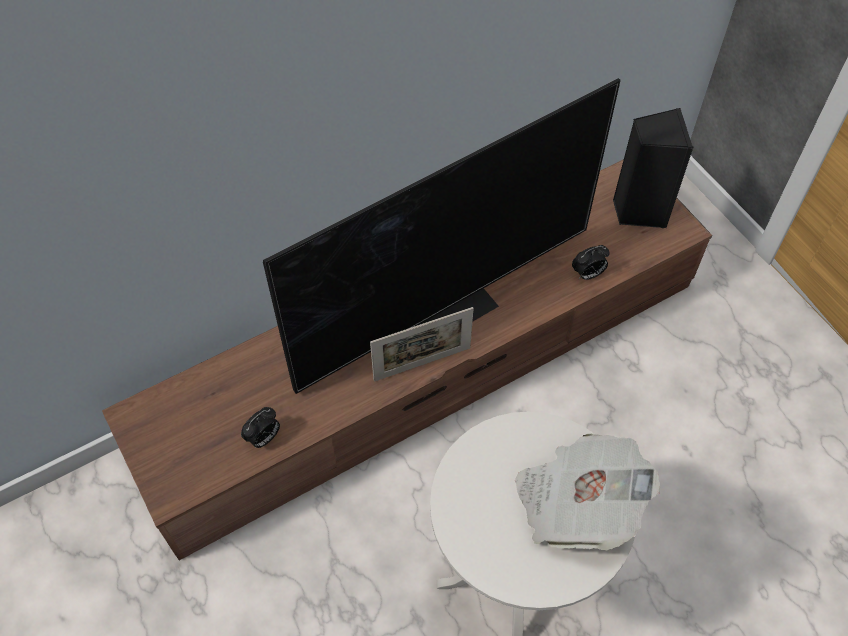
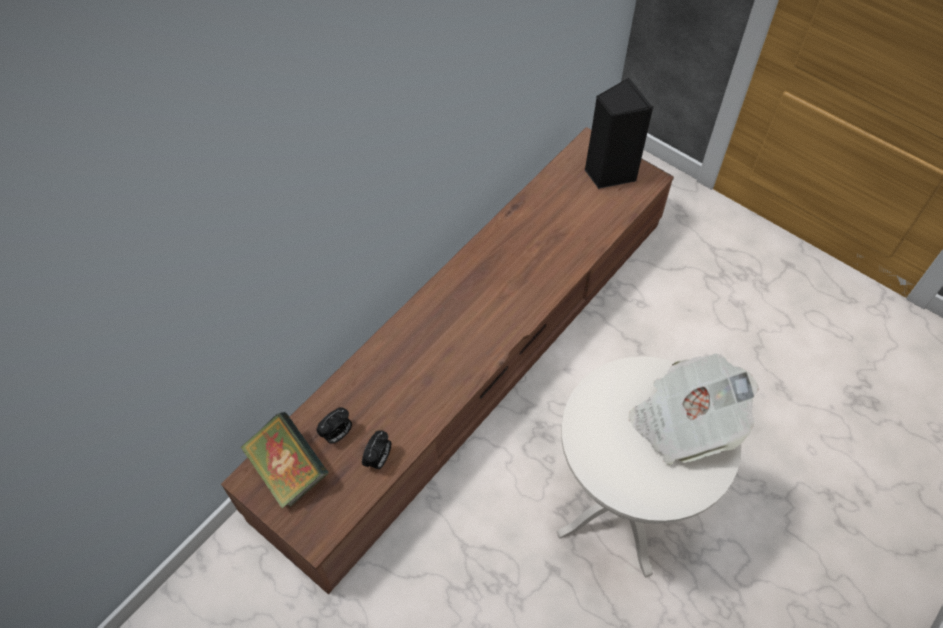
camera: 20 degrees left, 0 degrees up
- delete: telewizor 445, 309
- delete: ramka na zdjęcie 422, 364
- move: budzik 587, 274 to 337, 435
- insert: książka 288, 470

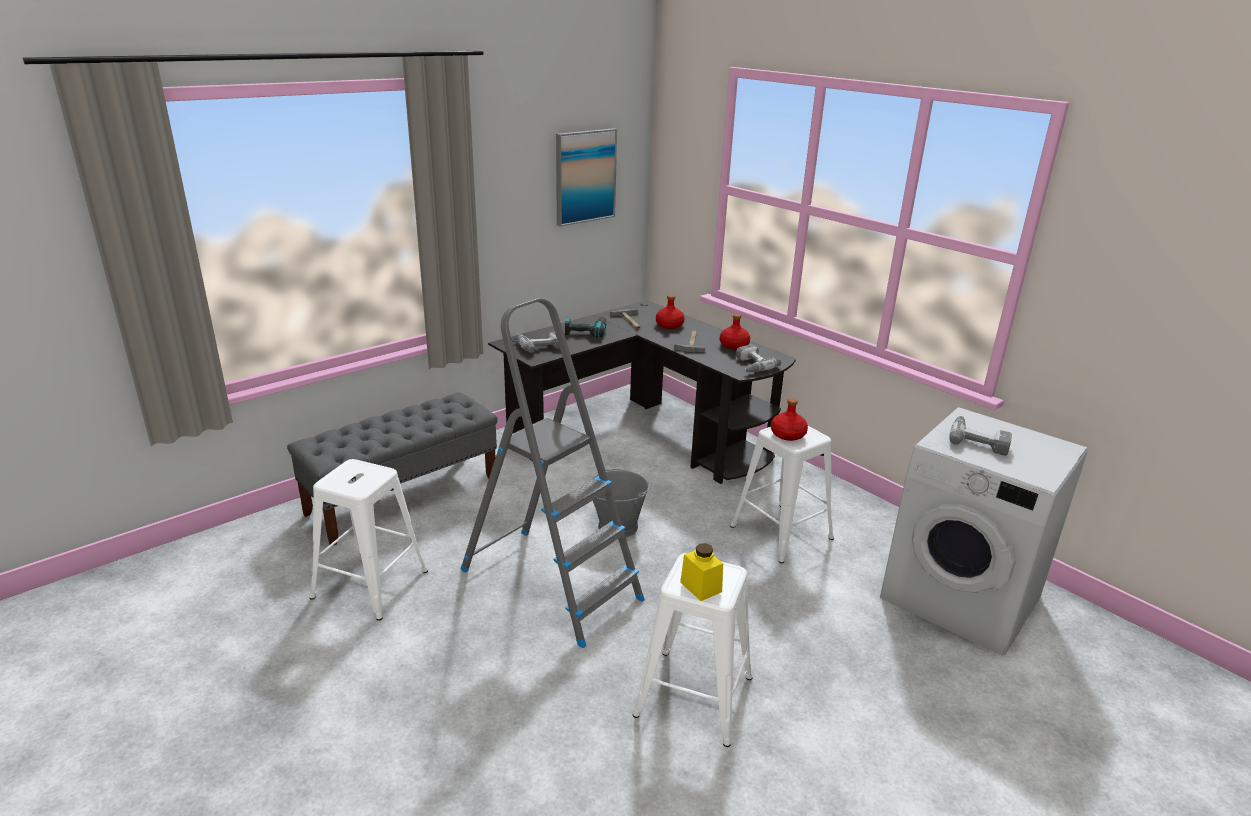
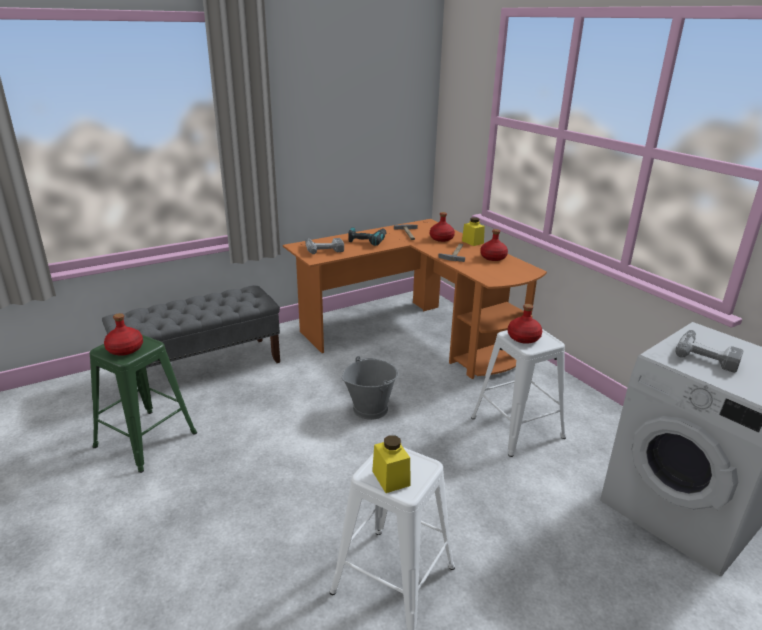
camera: 10 degrees right, 0 degrees up
- recolor: stołek/biały 370, 583 to stołek/zielony 146, 438
- delete: drabinka/szary 551, 585
- recolor: biurko/czarny 642, 437 to biurko/pomarańczowy 414, 334
- delete: obraz 585, 176
- delete: wiertarka 751, 365
- insert: butelka/czerwony 125, 349
- insert: słoik/żółty 472, 242

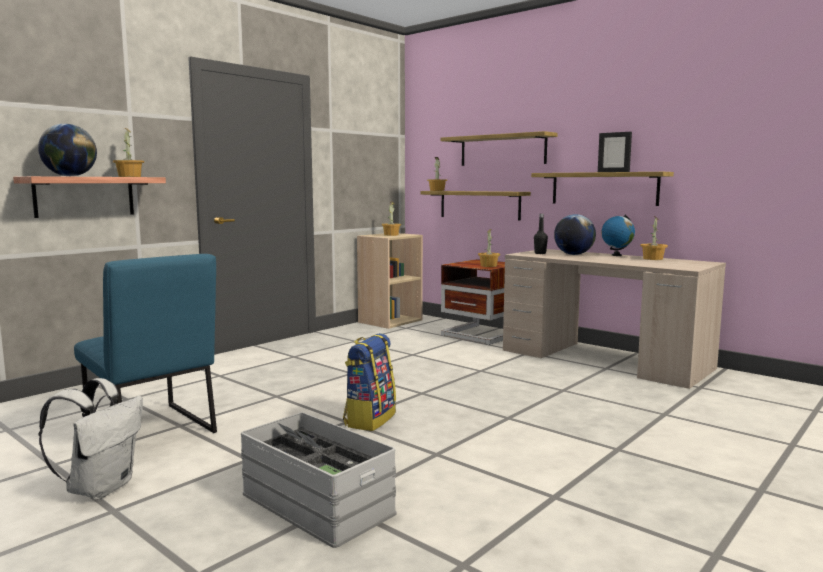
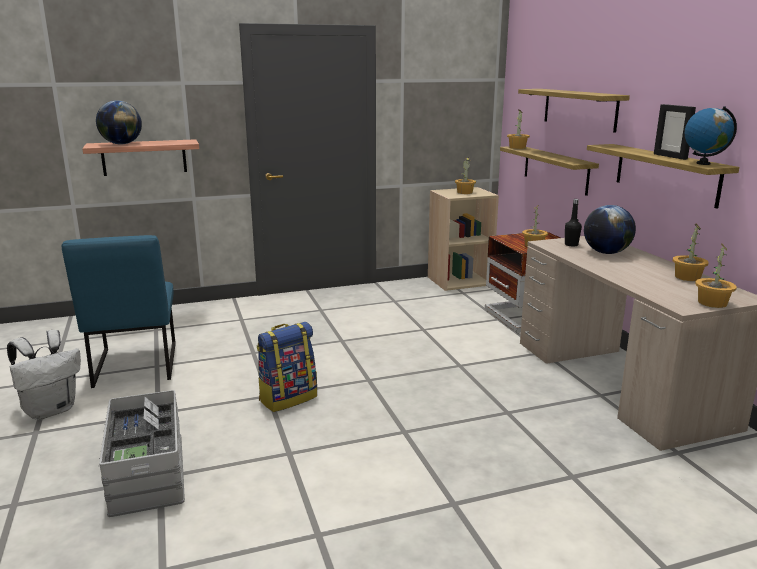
camera: 30 degrees right, 10 degrees up
- move: roślina doniczkowa 129, 176 to 711, 303
- move: globus 616, 255 to 703, 163

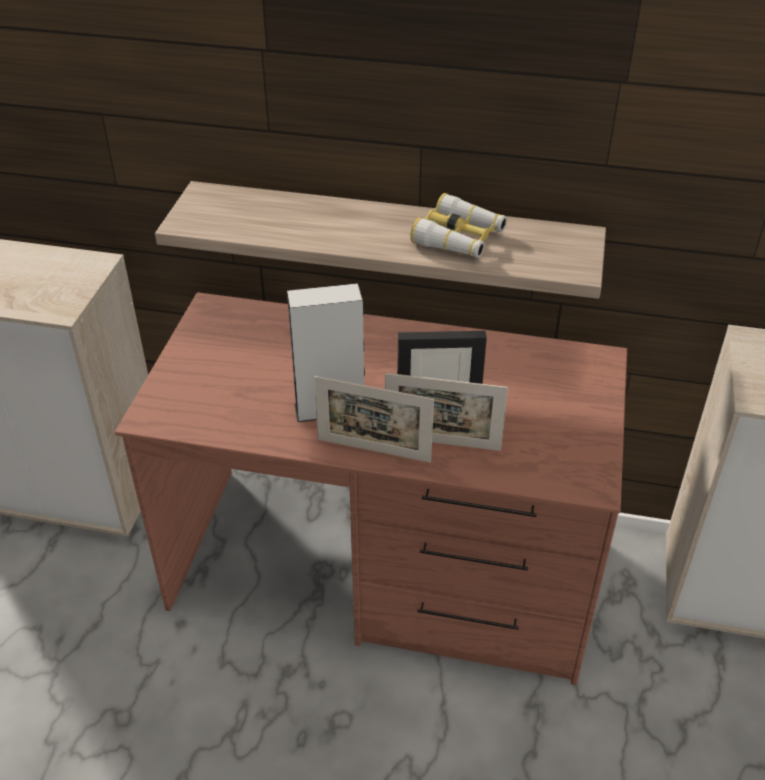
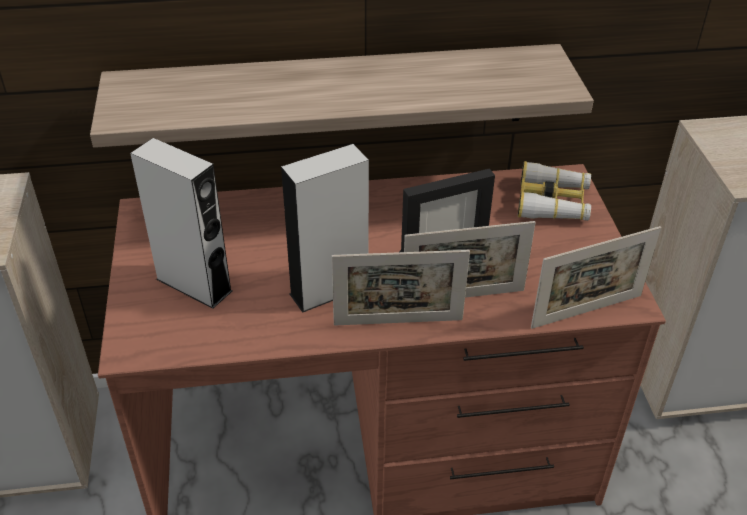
camera: 20 degrees left, 0 degrees up
- move: lornetka 459, 238 to 553, 202
- insert: głośnik/szary 194, 285
- insert: ramka na zdjęcie 586, 311

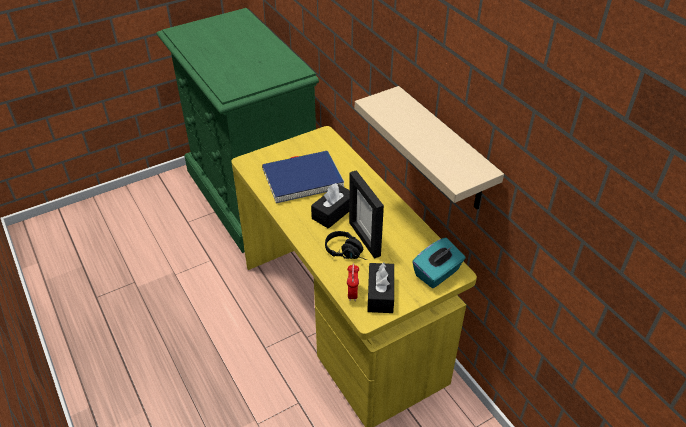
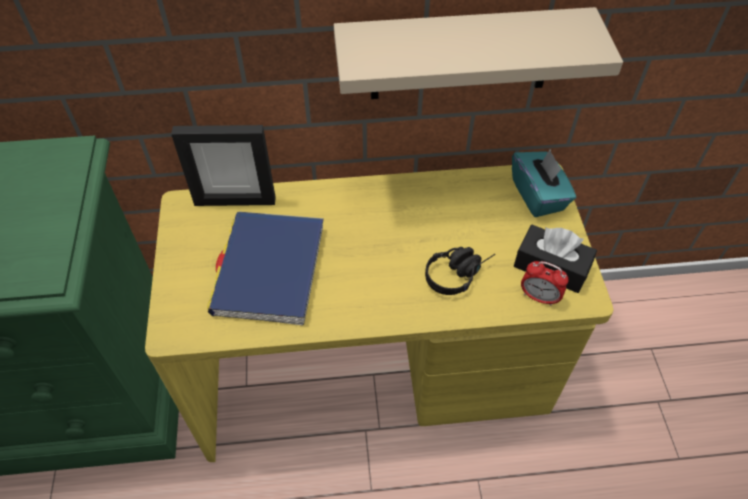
camera: 65 degrees left, 10 degrees up
- delete: pudełko chusteczek/czarny 333, 212
- move: ramka na zdjęcie 365, 238 to 235, 200

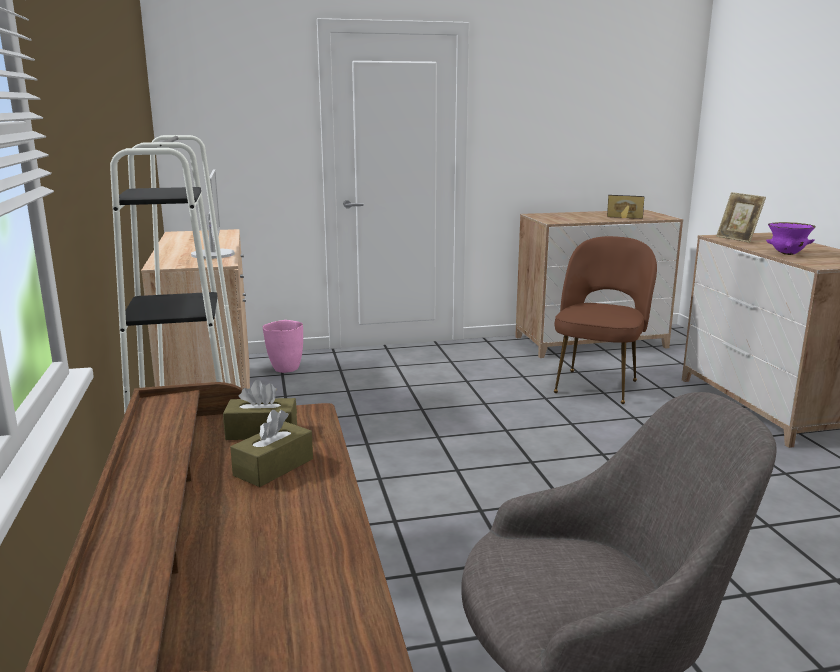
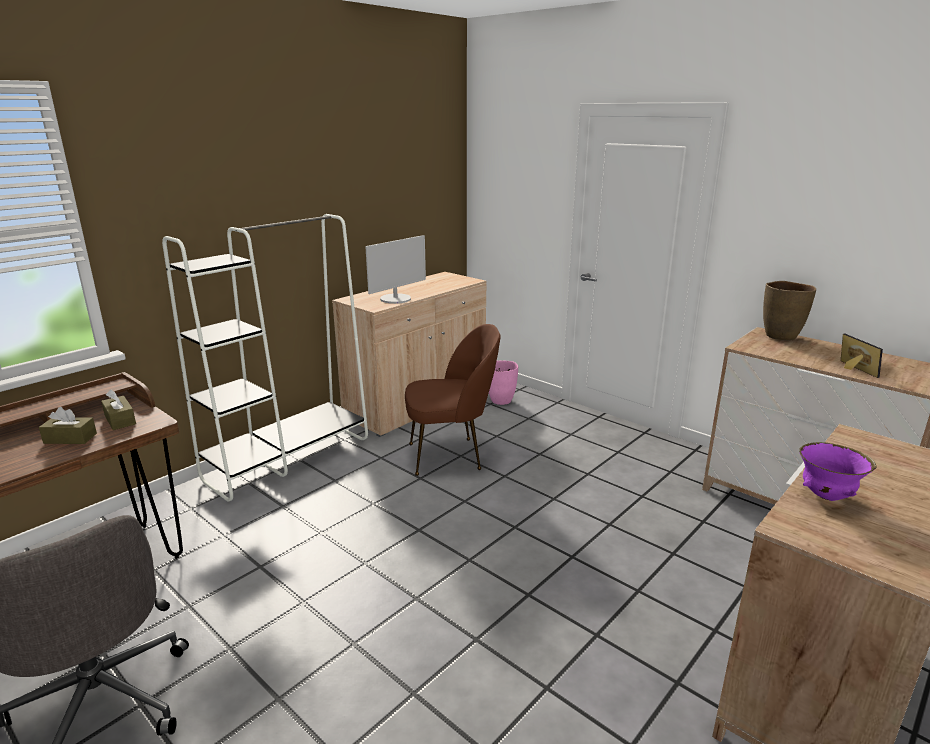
camera: 55 degrees right, 5 degrees up
- move: krzesło/brązowy 598, 384 to 451, 456
- delete: ramka na zdjęcie 737, 239
- insert: wazon/brązowy 780, 336

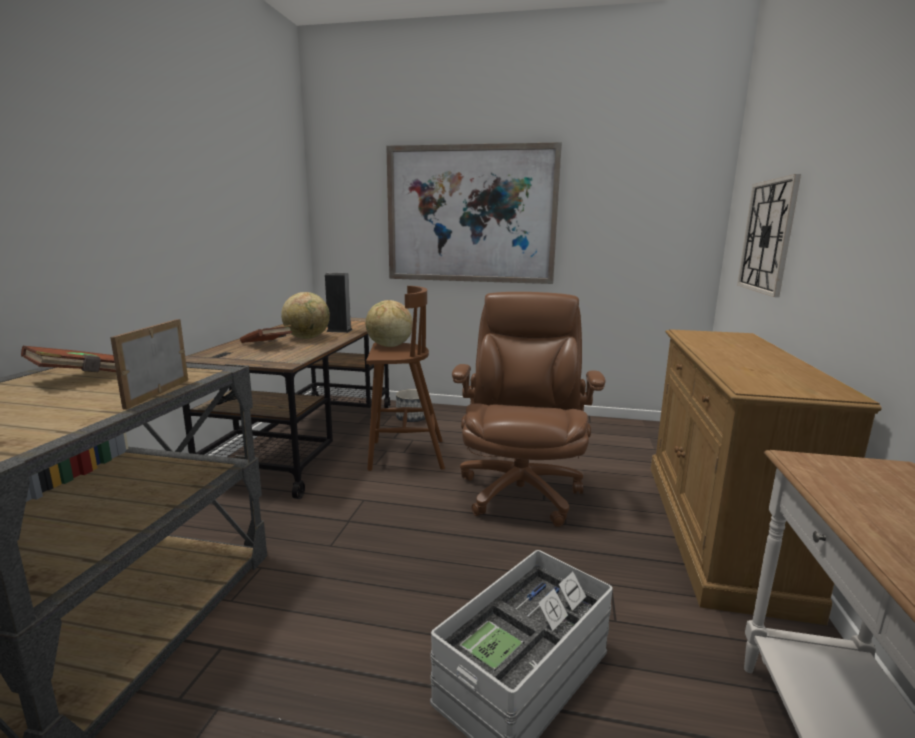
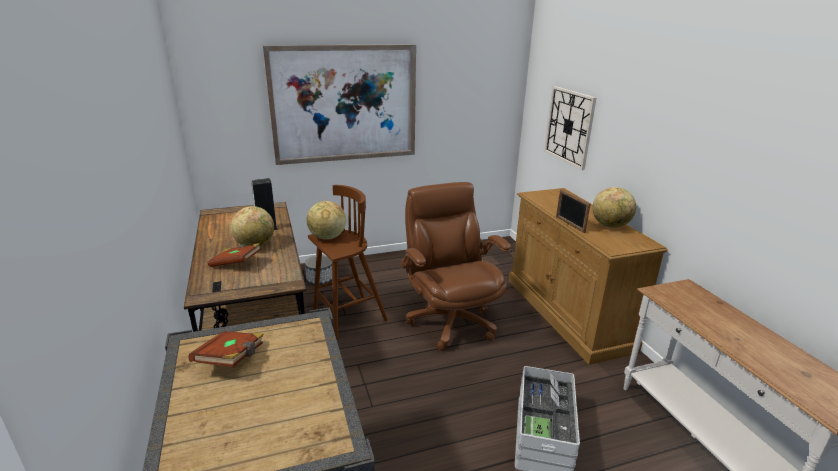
camera: 30 degrees left, 10 degrees up
- move: ramka na zdjęcie 157, 393 to 569, 224
- insert: globus 610, 226

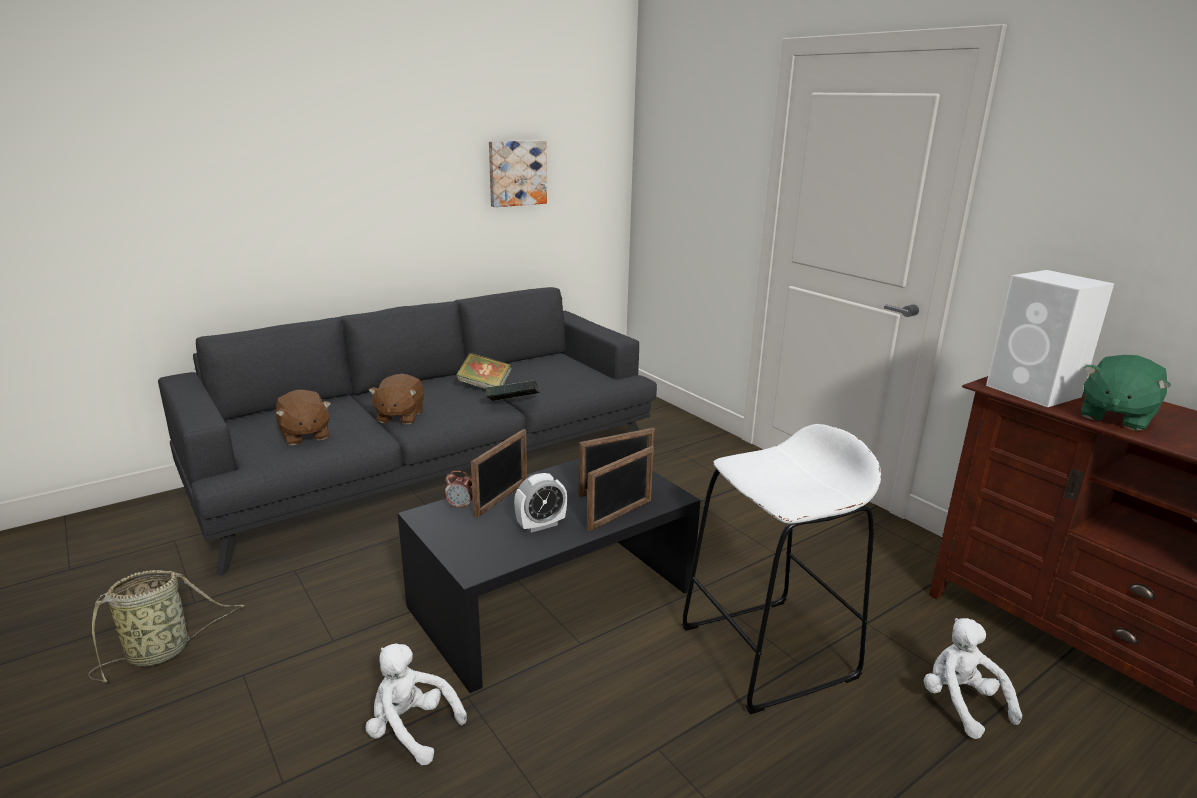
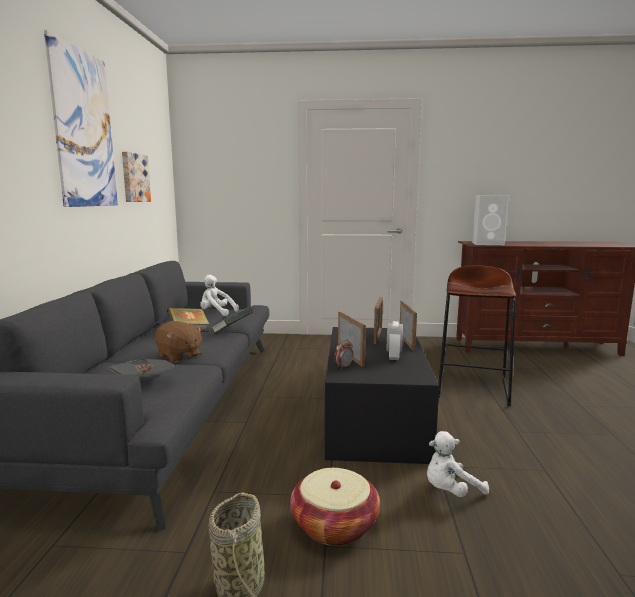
camera: 50 degrees left, 10 degrees down
- replace: pluszak/brązowy 304, 435 to gazeta 144, 384
- recolor: stołek/biały 768, 652 to stołek/brązowy 472, 388
- move: pluszak/biały 961, 703 to 216, 313
- delete: pluszak/zielony 1114, 417
- insert: obraz 84, 129
- insert: koszyk 334, 525

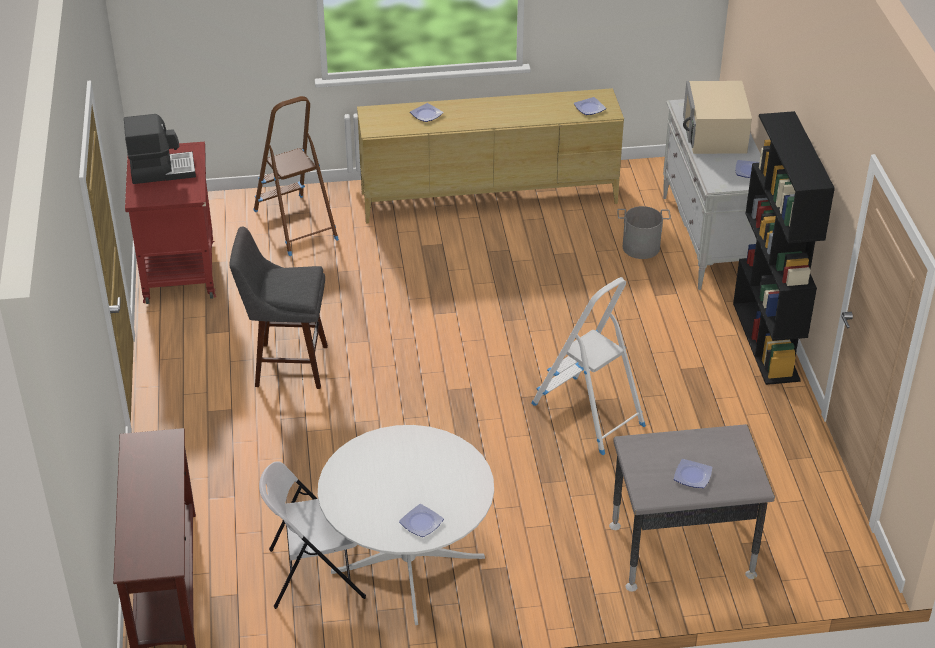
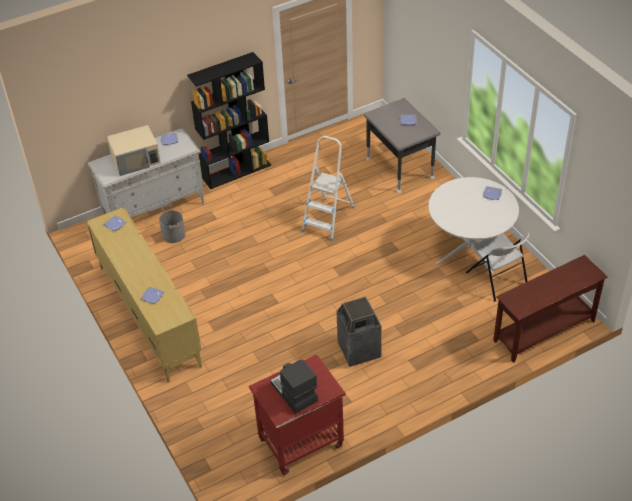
camera: 110 degrees left, 5 degrees up
- replace: stołek/szary 286, 365 to kosz na śmieci 358, 350
- delete: drabinka/brązowy 295, 224

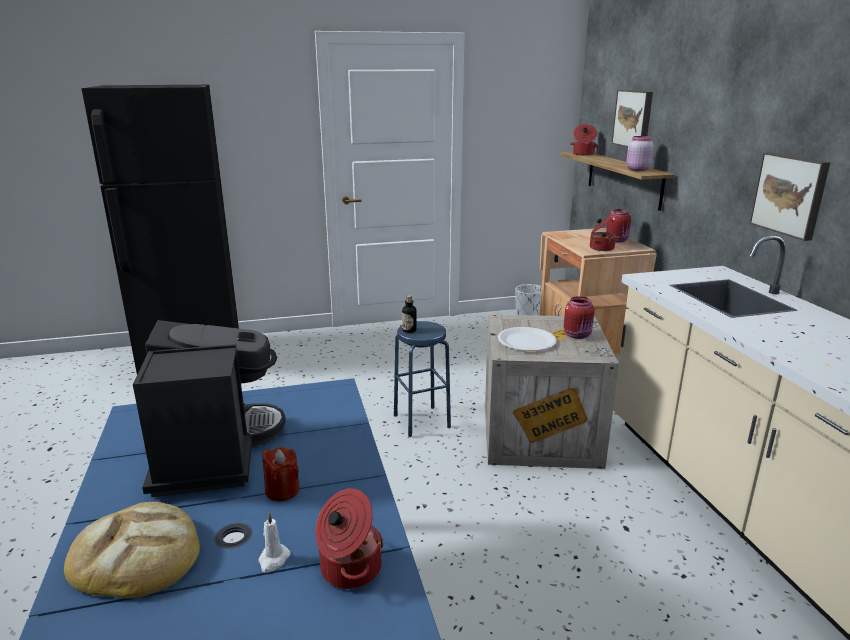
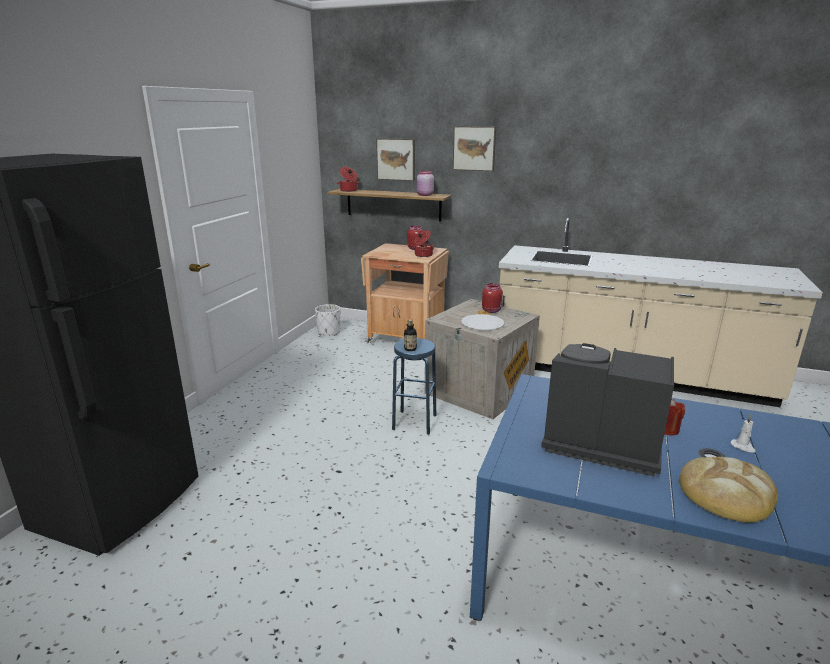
camera: 55 degrees left, 0 degrees up
- delete: garnek 349, 568
- move: obraz 790, 195 to 474, 148

